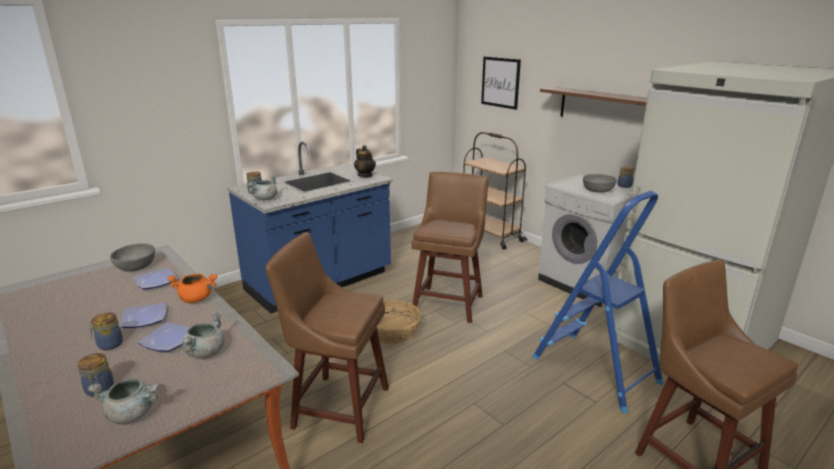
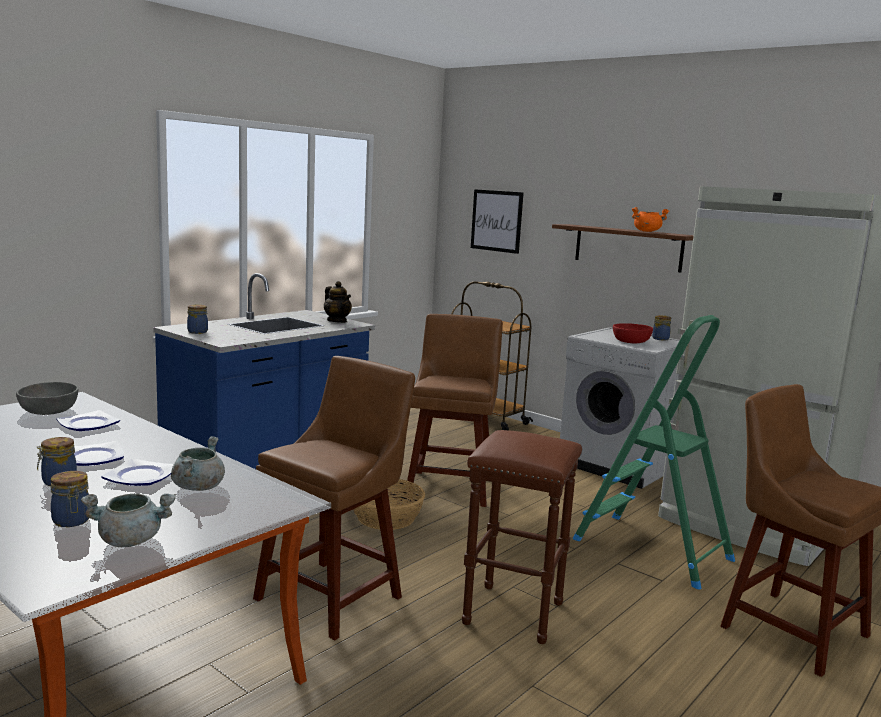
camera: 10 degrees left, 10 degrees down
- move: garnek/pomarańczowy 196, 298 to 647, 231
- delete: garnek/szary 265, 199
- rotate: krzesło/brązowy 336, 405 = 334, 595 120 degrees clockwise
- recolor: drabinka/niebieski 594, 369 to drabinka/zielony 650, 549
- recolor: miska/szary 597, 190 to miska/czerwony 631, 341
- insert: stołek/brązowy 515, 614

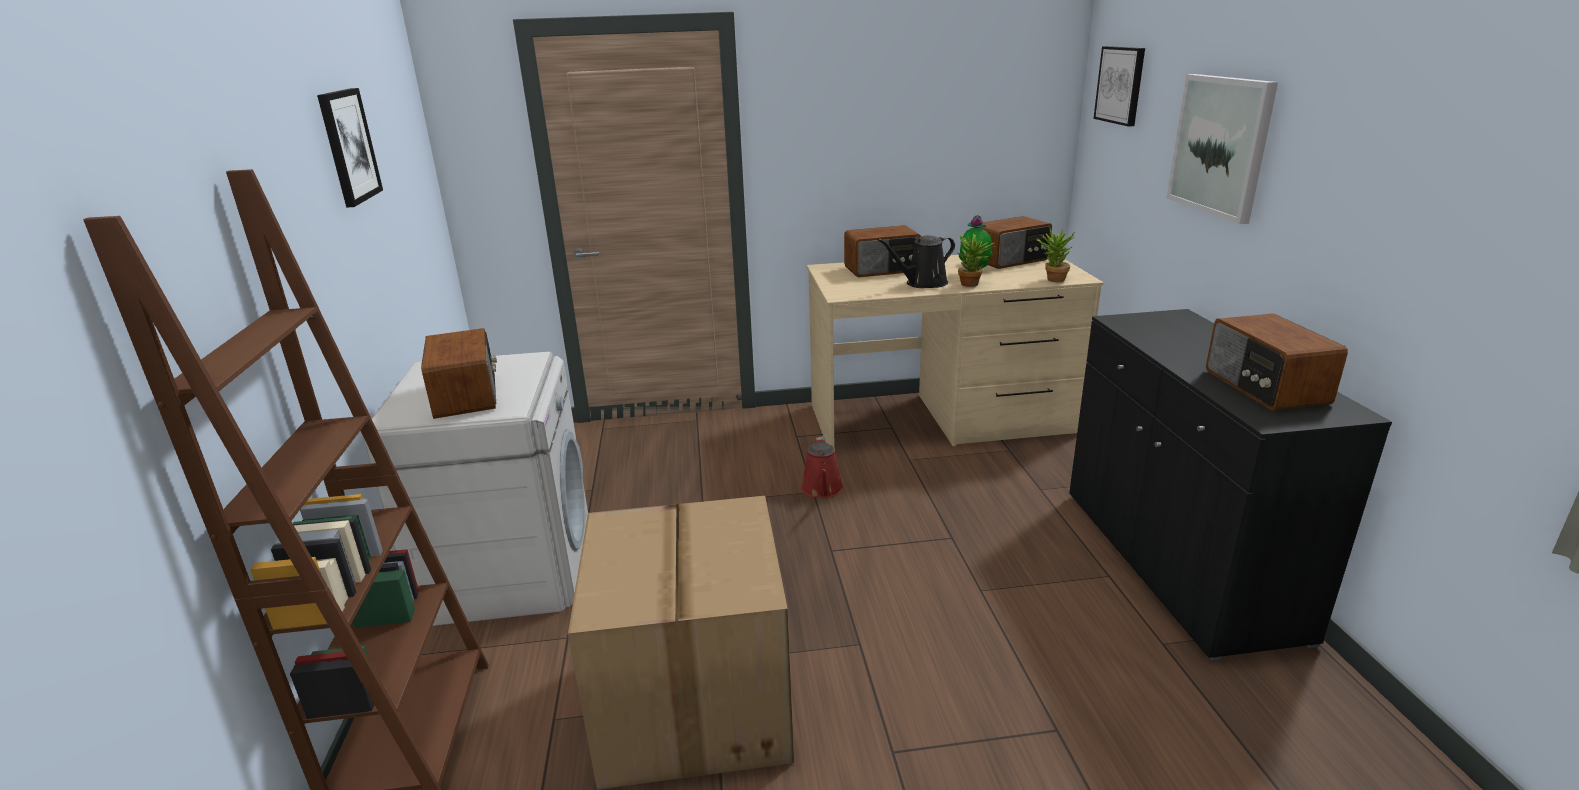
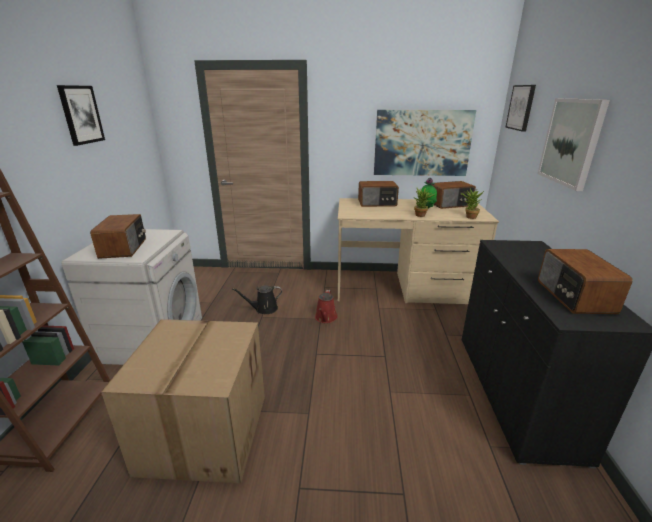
camera: 10 degrees right, 0 degrees up
- move: konewka/czarny 923, 283 to 264, 309
- insert: obraz 422, 143

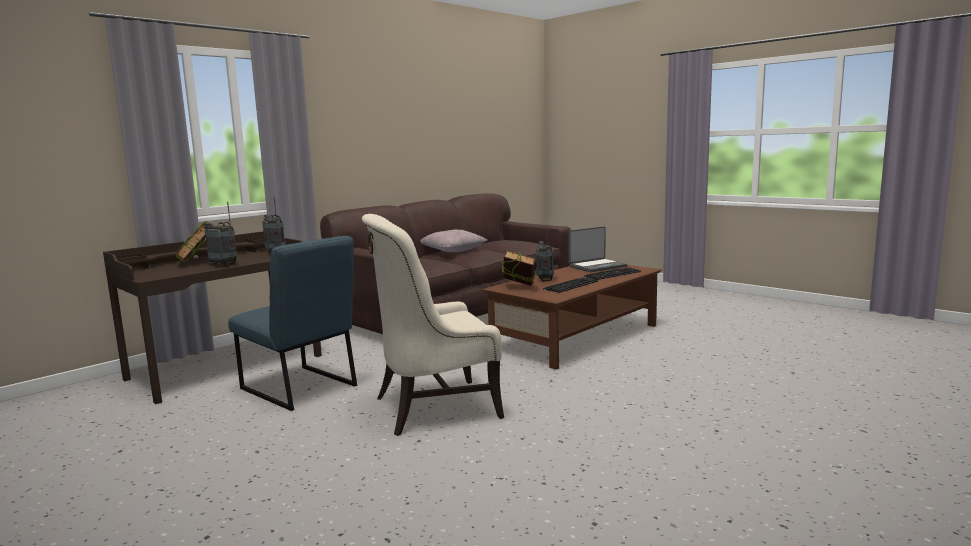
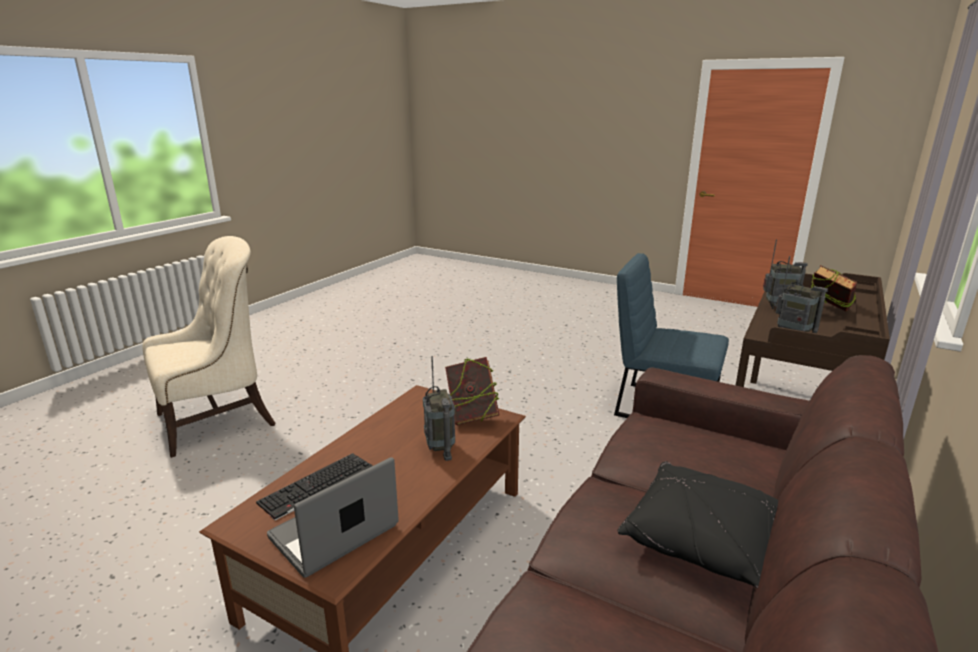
camera: 165 degrees right, 10 degrees up
- move: fotel/beżowy 434, 407 to 218, 419
- recolor: poduszka/fioletowy 452, 250 to poduszka/czarny 703, 539
- delete: klawiatura 571, 285

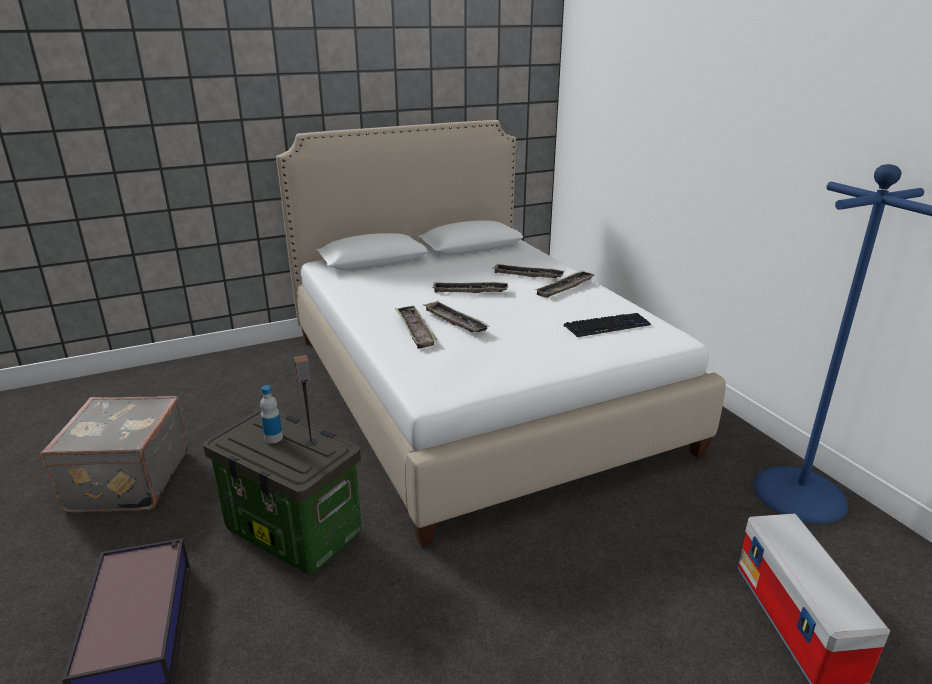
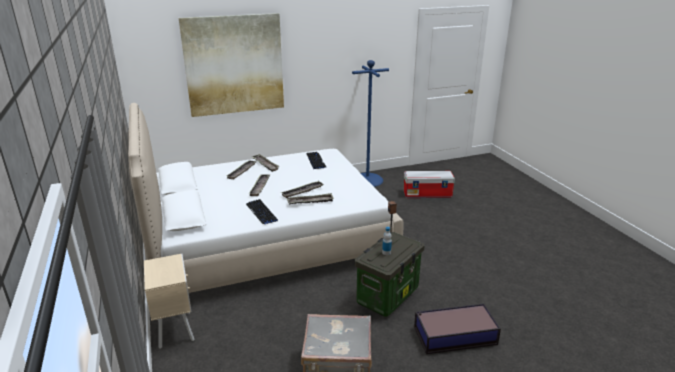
camera: 85 degrees left, 0 degrees up
- insert: szafka nocna/beżowy 176, 329
- insert: obraz 234, 65
- insert: klawiatura 261, 212

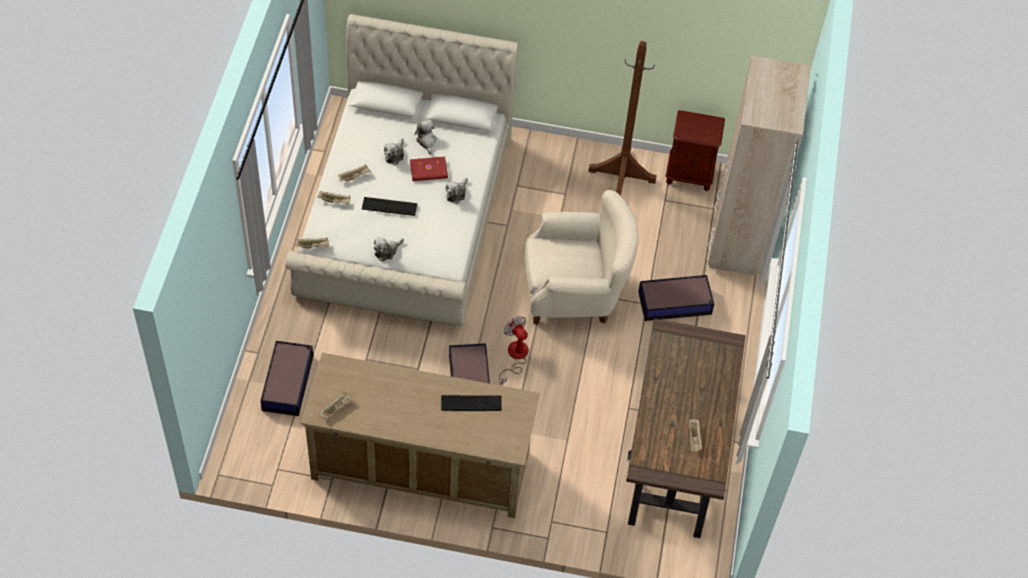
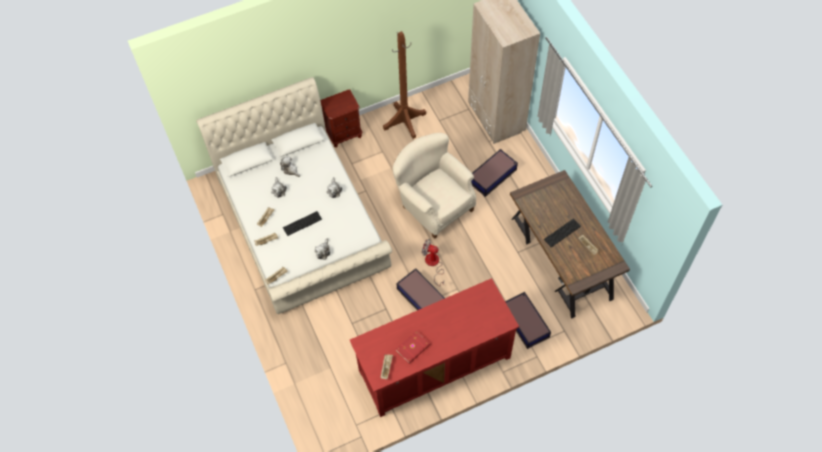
camera: 30 degrees left, 5 degrees up
- move: pojemnik do przechowywania 288, 382 to 525, 322
- recolor: komoda/beżowy 421, 464 to komoda/czerwony 434, 363
- move: książka/czerwony 429, 171 to 413, 348
- move: klawiatura 471, 403 to 562, 233
- rotate: fotel/beżowy 574, 291 = 434, 204 90 degrees counterclockwise
- move: szafka nocna/brązowy 689, 175 to 344, 134

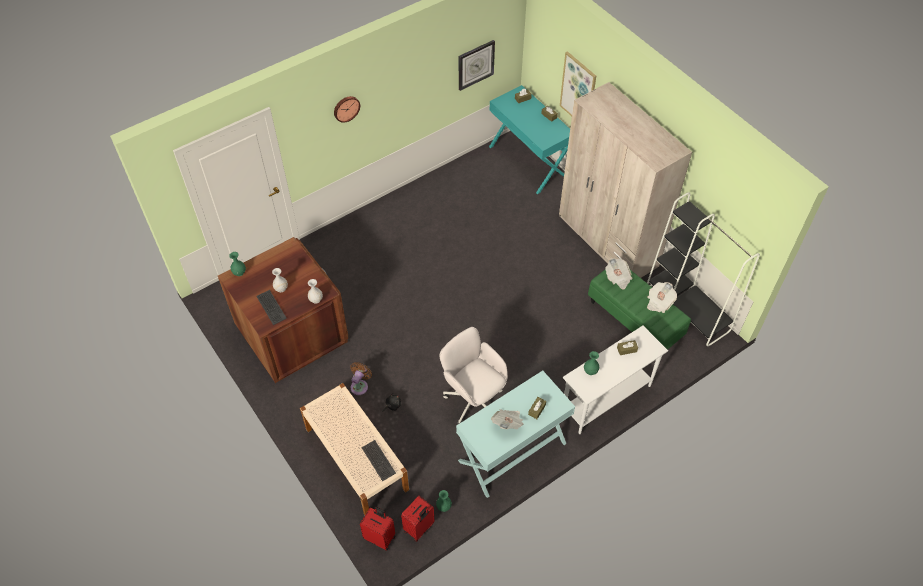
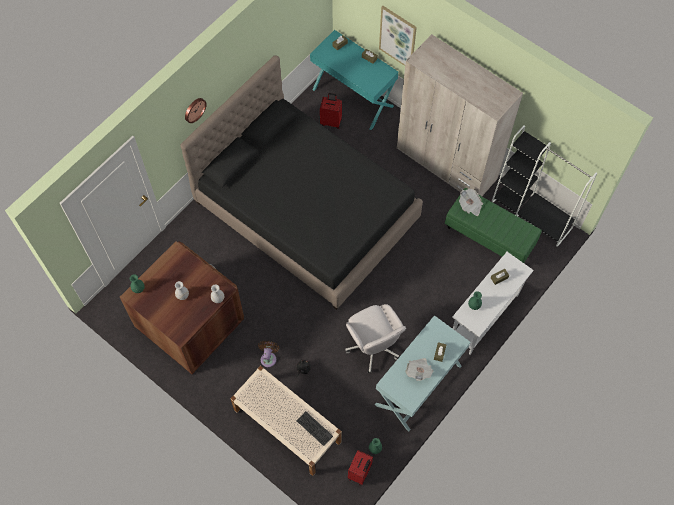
camera: 15 degrees left, 10 degrees up
- delete: klawiatura 271, 307
- move: walizka/czerwony 380, 537 to 331, 121
- rotate: krzesło biurowe/biały 474, 401 = 372, 347 150 degrees counterclockwise
- delete: zegar ścienny 475, 64
- delete: gazeta 659, 302
- insert: łóżko/czarny 306, 210

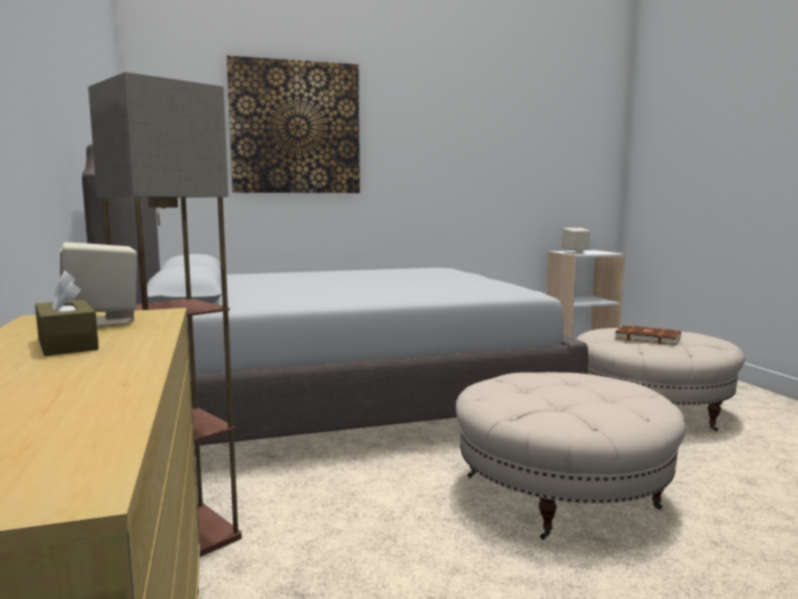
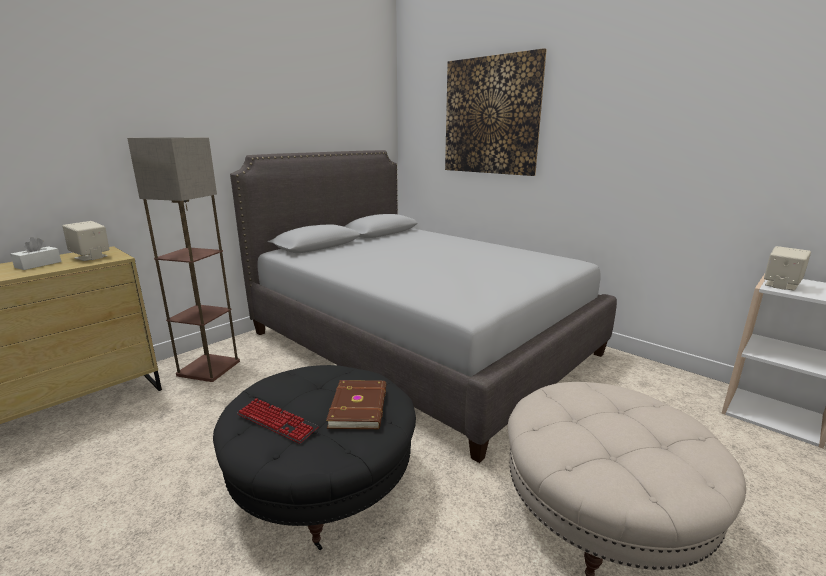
camera: 60 degrees right, 10 degrees up
- recolor: pudełko chusteczek/brązowy 67, 344 to pudełko chusteczek/biały 38, 264
- recolor: pufa/beżowy 560, 492 to pufa/czarny 323, 480
- move: książka/brązowy 647, 338 to 360, 406
- insert: klawiatura 277, 422

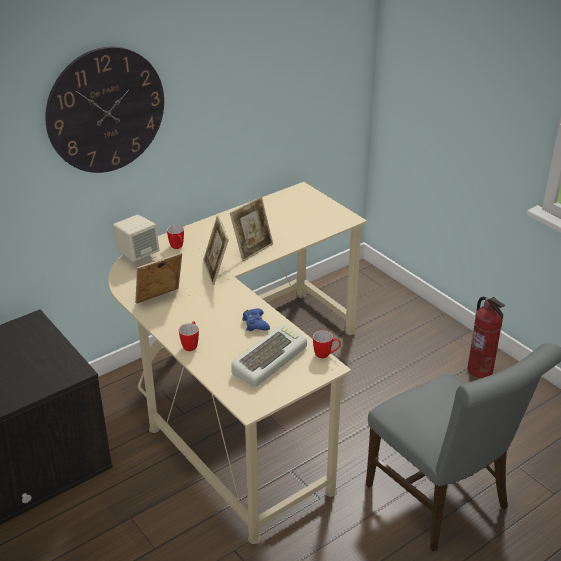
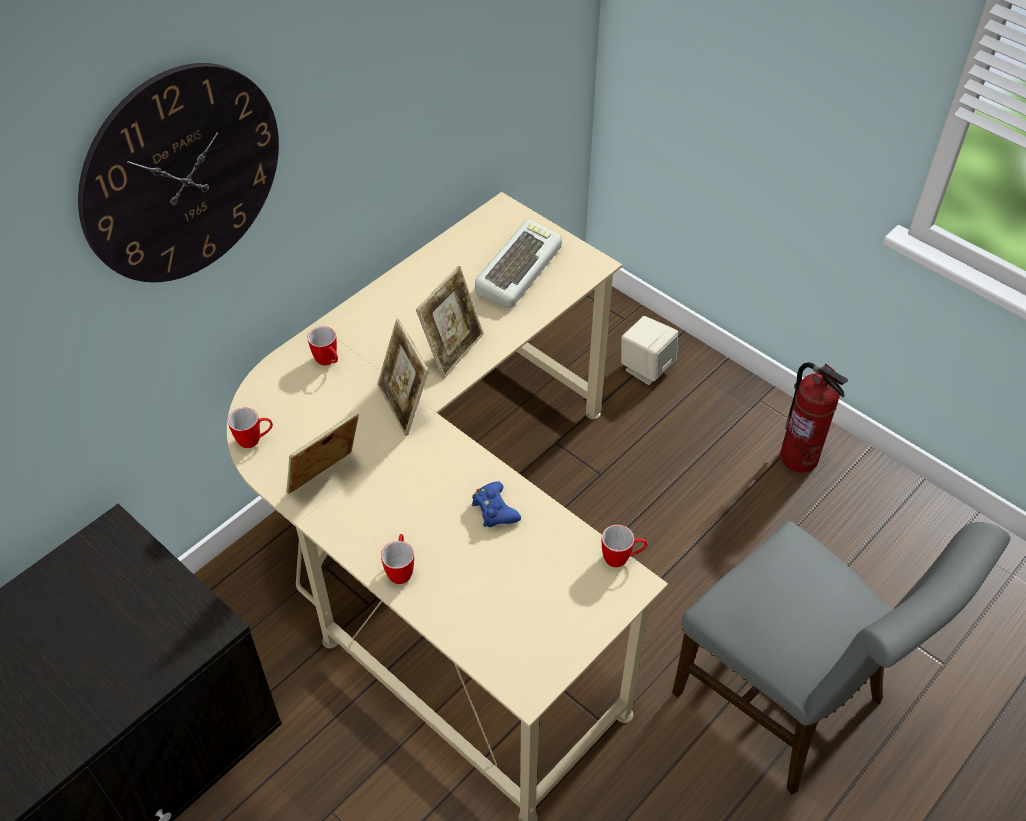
camera: 10 degrees left, 15 degrees up
- move: głośnik/beżowy 138, 256 to 646, 367
- move: klawiatura 268, 359 to 517, 269
- insert: kubek 255, 440

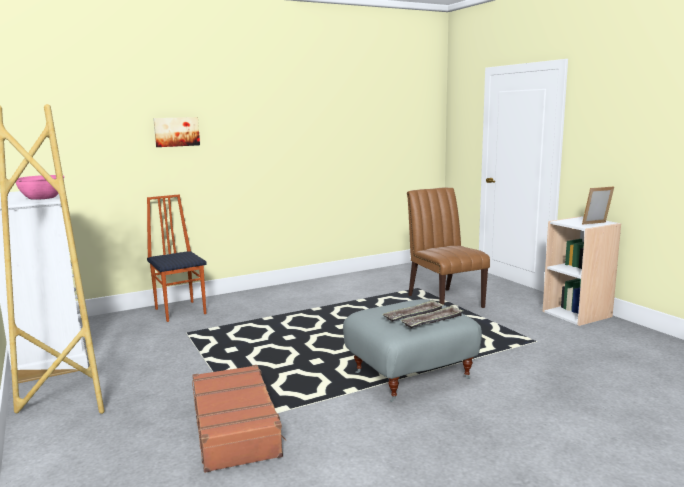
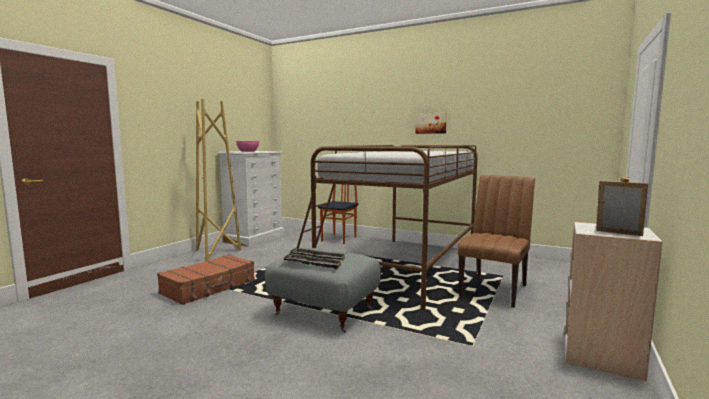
camera: 55 degrees right, 5 degrees down
- move: obraz 176, 131 to 431, 123
- insert: łóżko/brązowy 401, 267

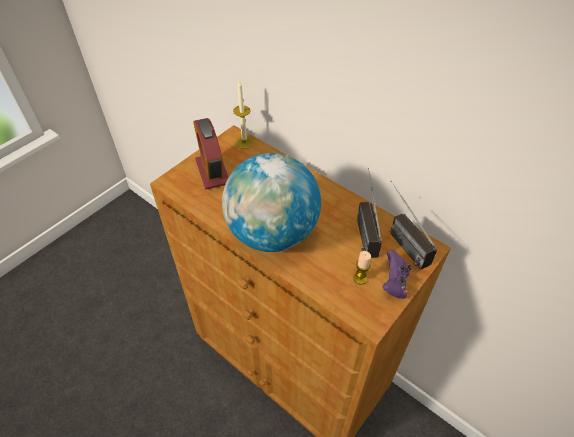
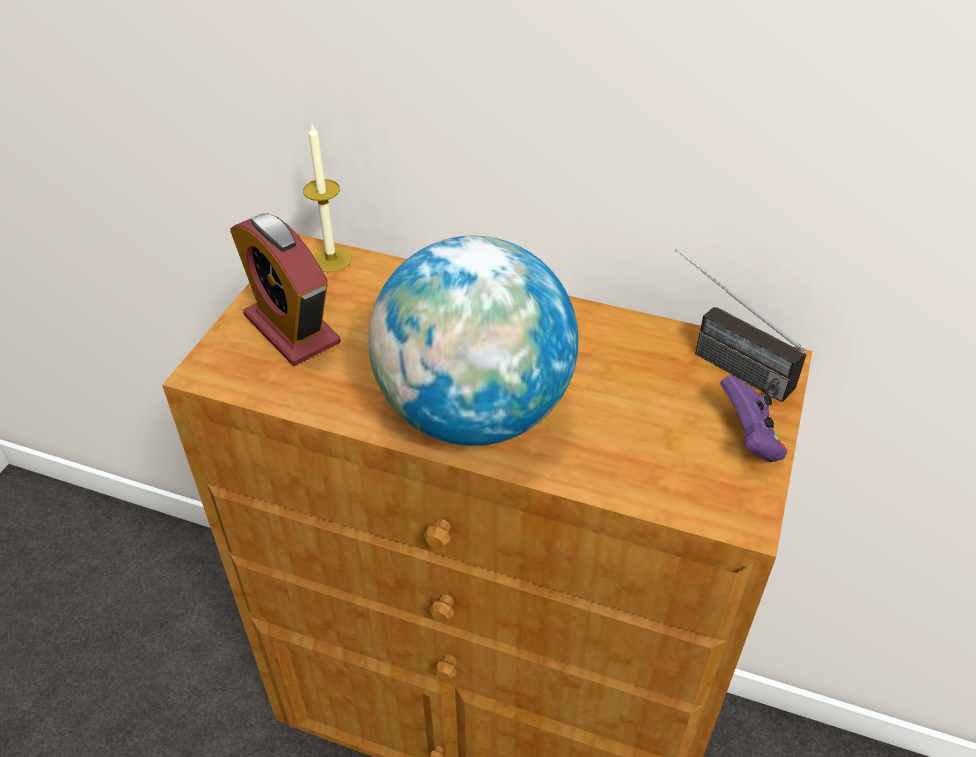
camera: 20 degrees left, 5 degrees down
- delete: świeca 360, 278
- delete: radio 363, 227

